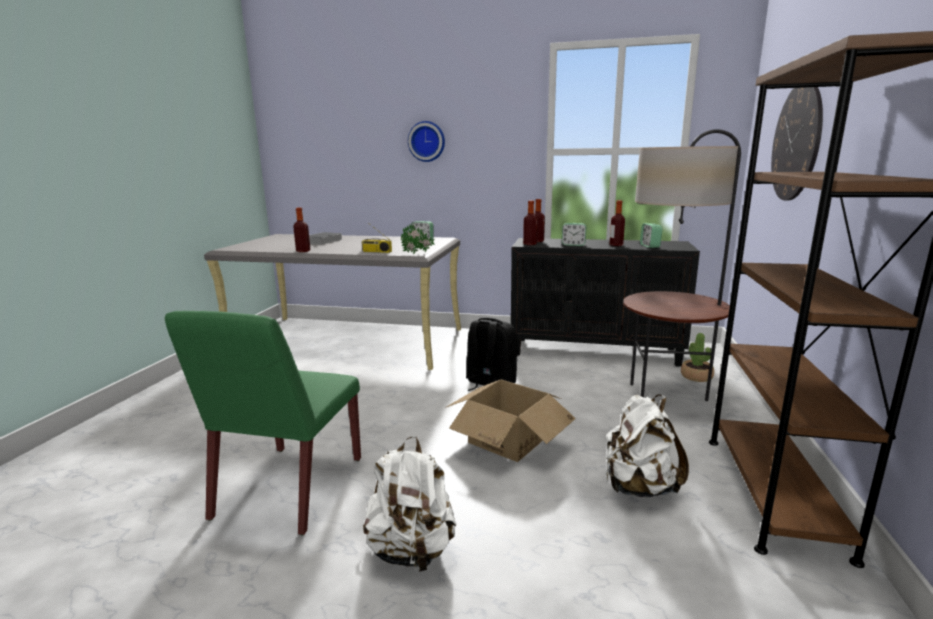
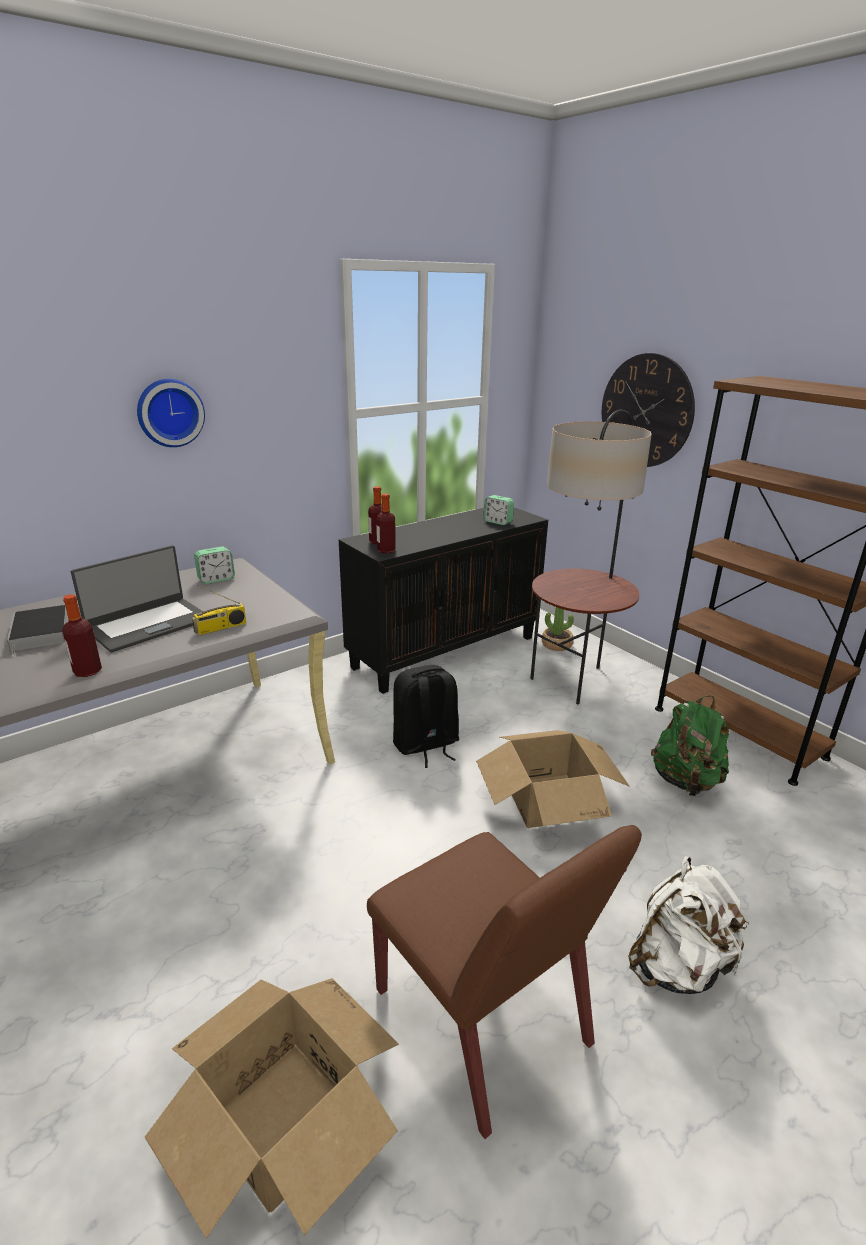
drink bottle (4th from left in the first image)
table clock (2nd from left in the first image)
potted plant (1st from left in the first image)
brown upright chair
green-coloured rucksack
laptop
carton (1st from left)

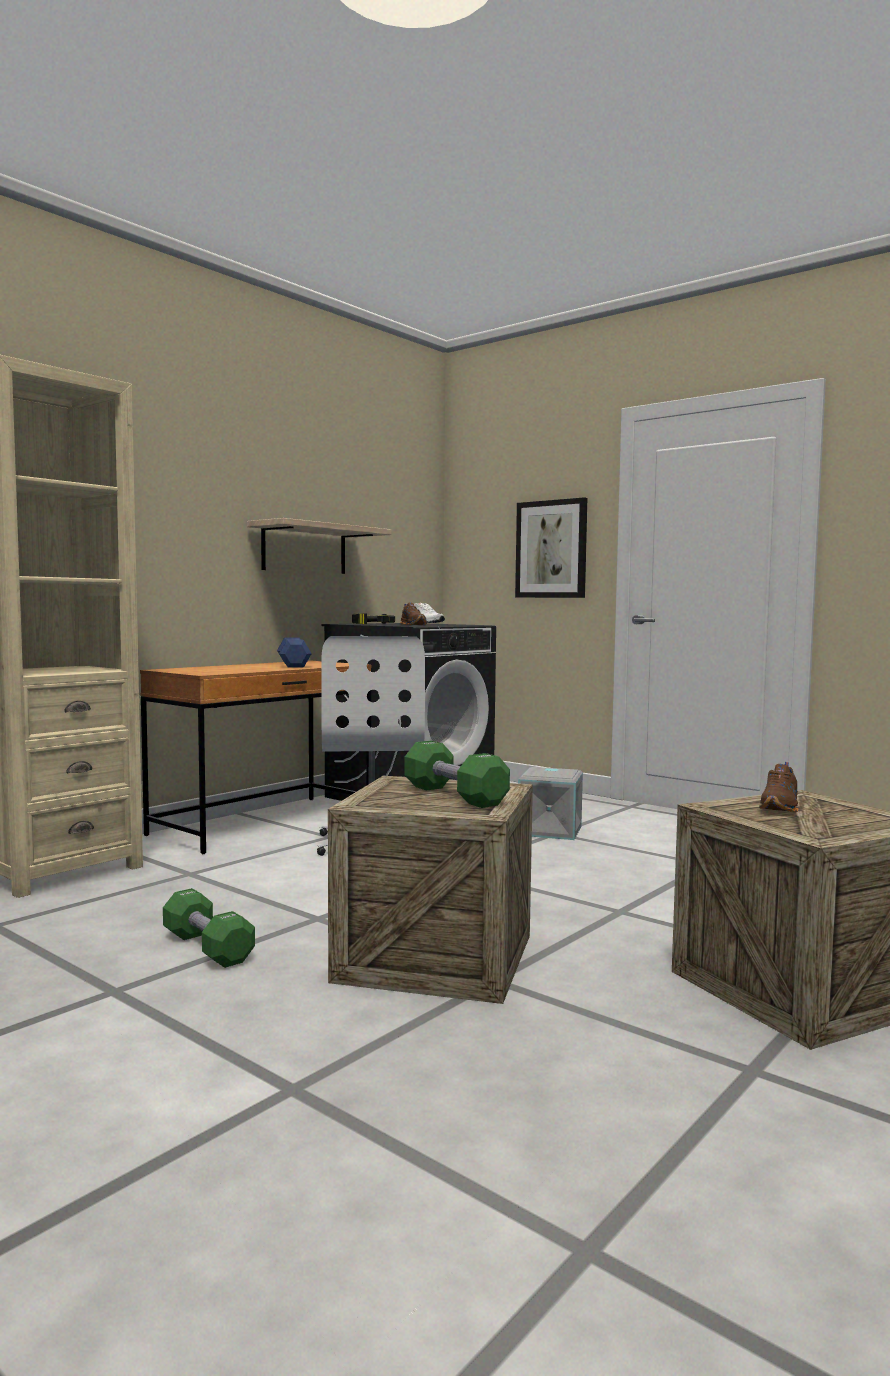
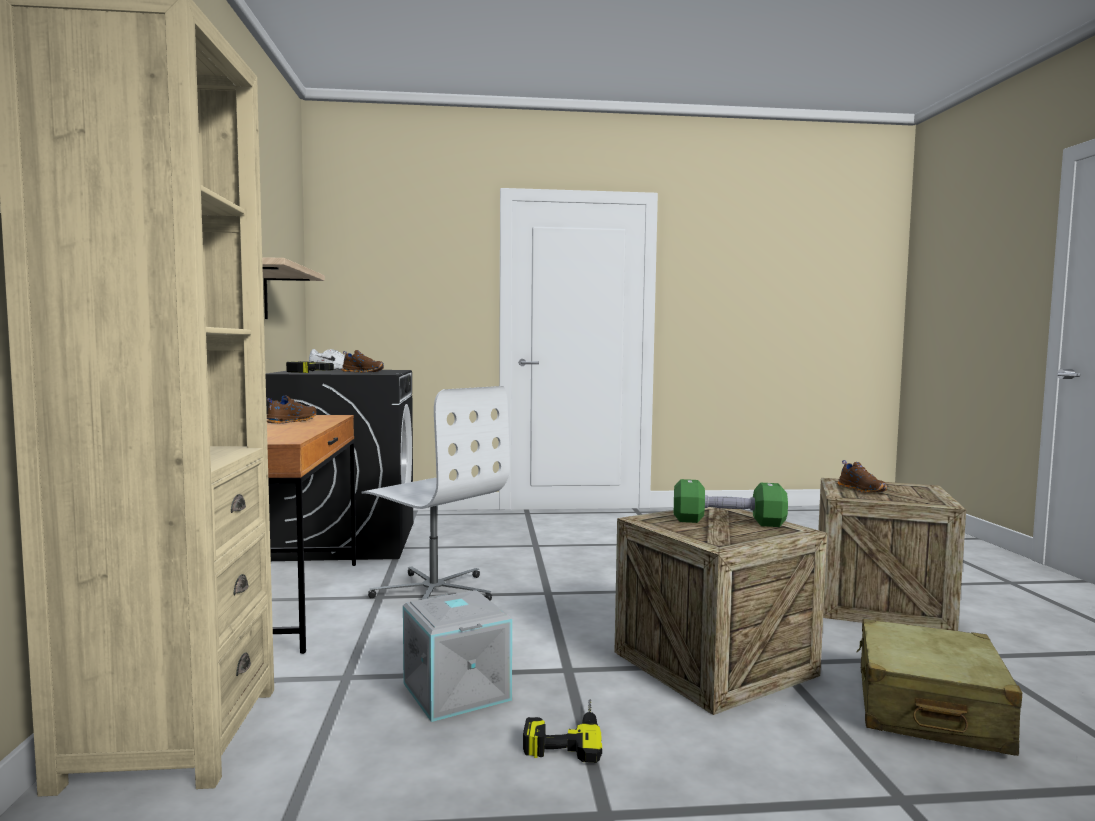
wall picture
brown item of footwear (1st from left)
greyish storage bin
drill (2nd from left)
sand-coloured piece of luggage

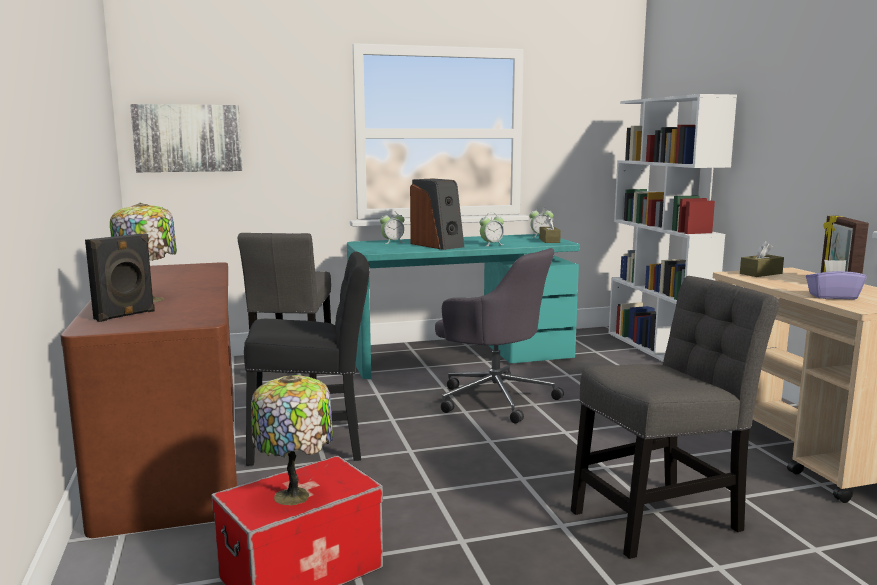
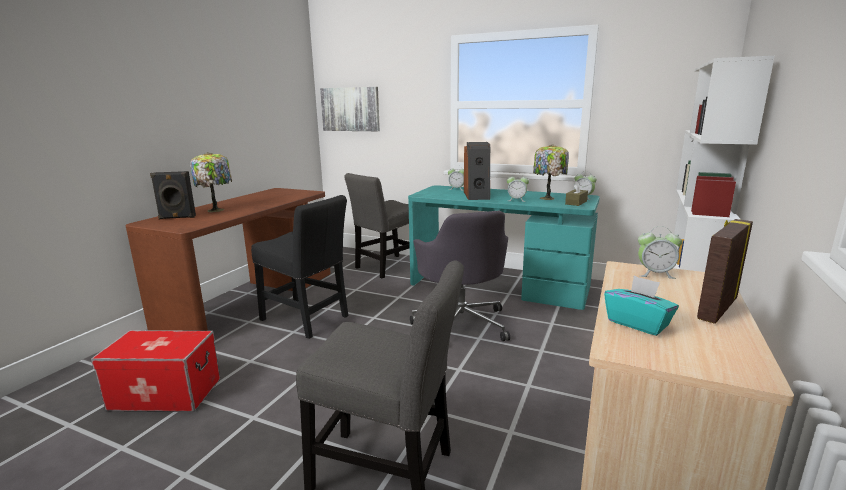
table clock (4th from left)
blue-green tissue box
lamp for a table (2nd from left)

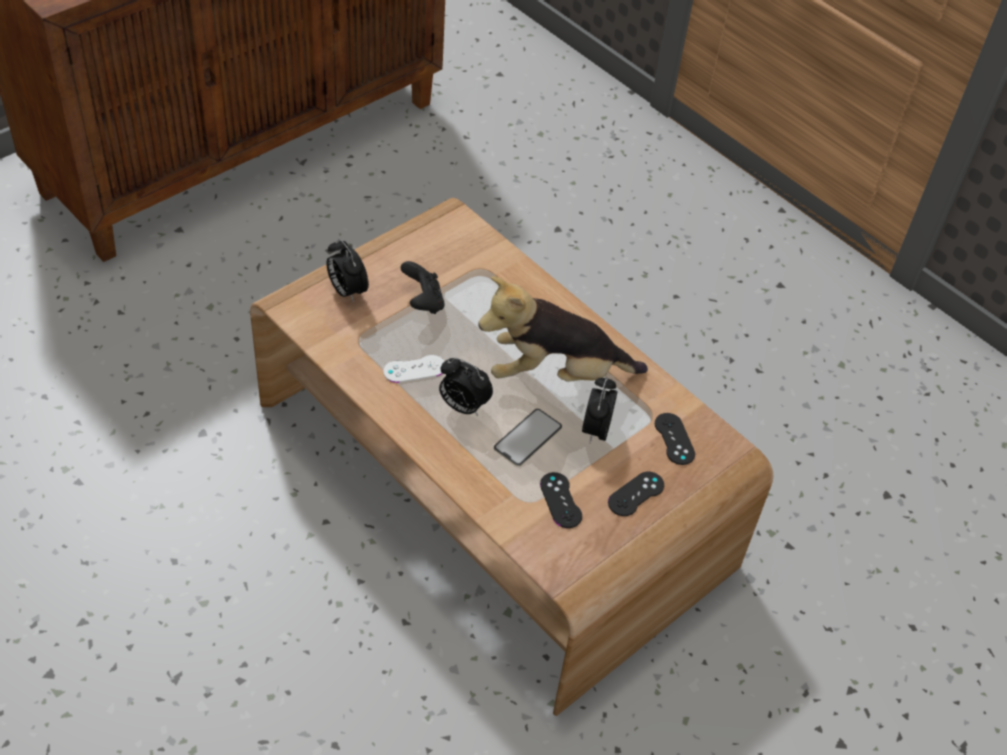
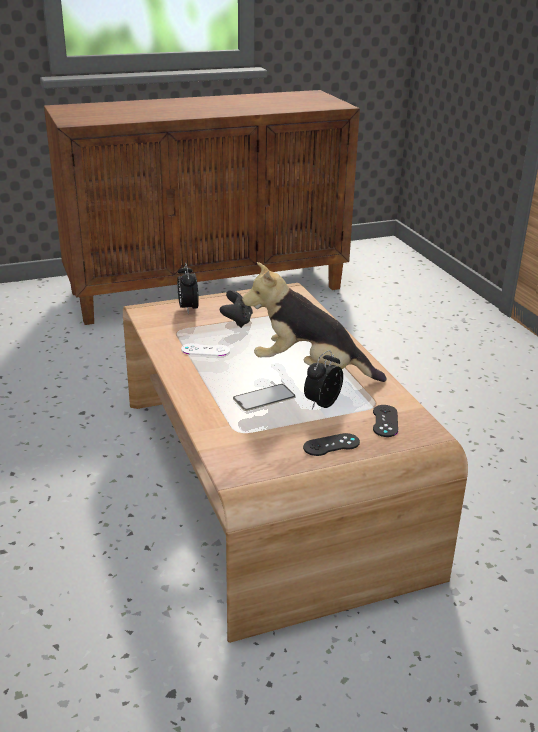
table clock (2nd from left in the first image)
black-coloured game controller (2nd from left in the first image)

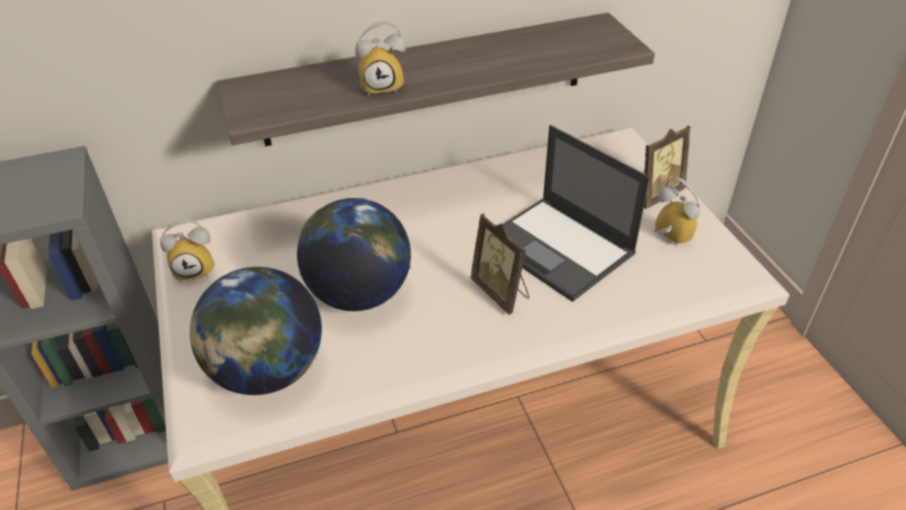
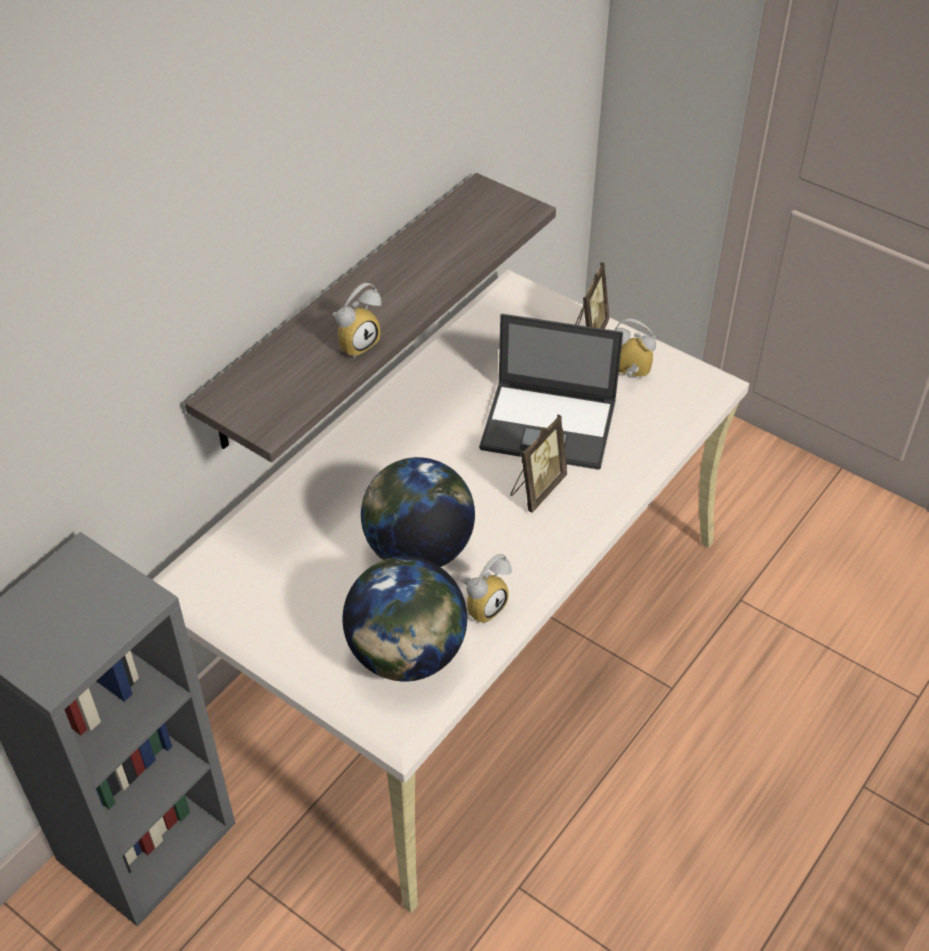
standing frame (1st from left)
table clock (2nd from left)

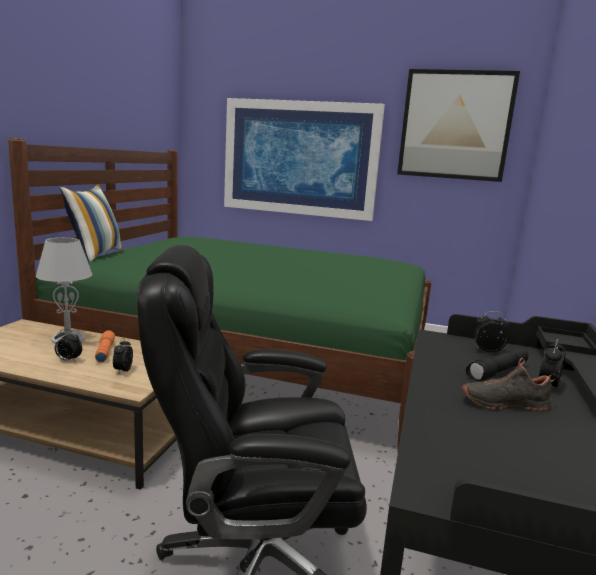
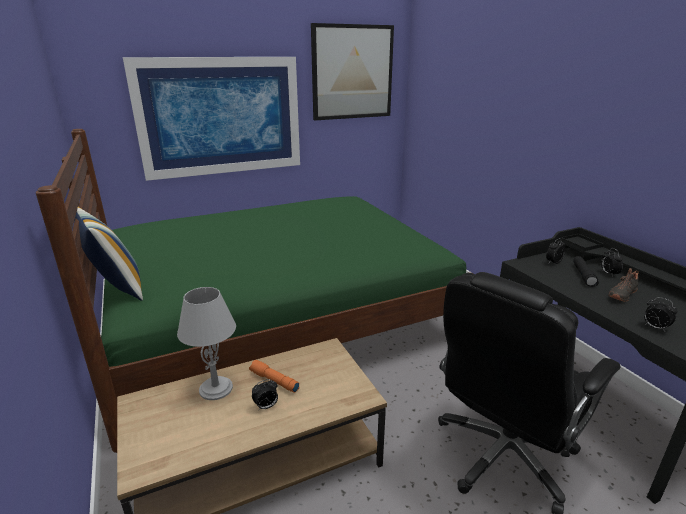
table clock (4th from left)

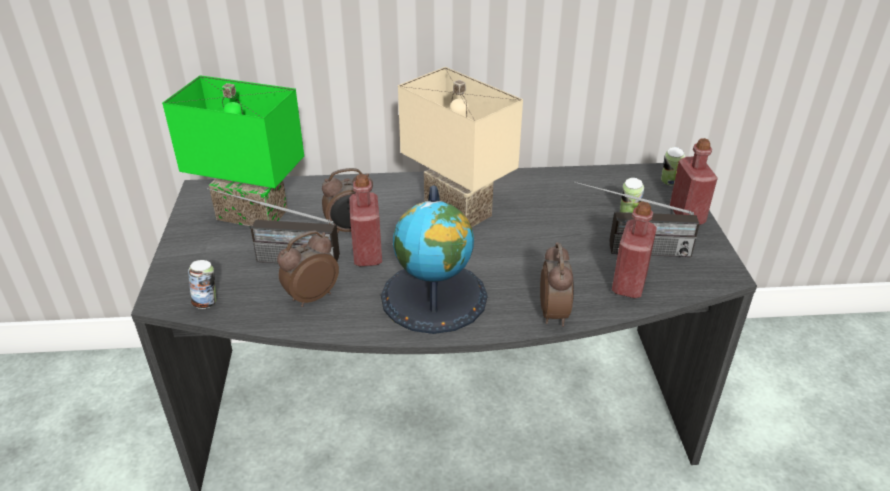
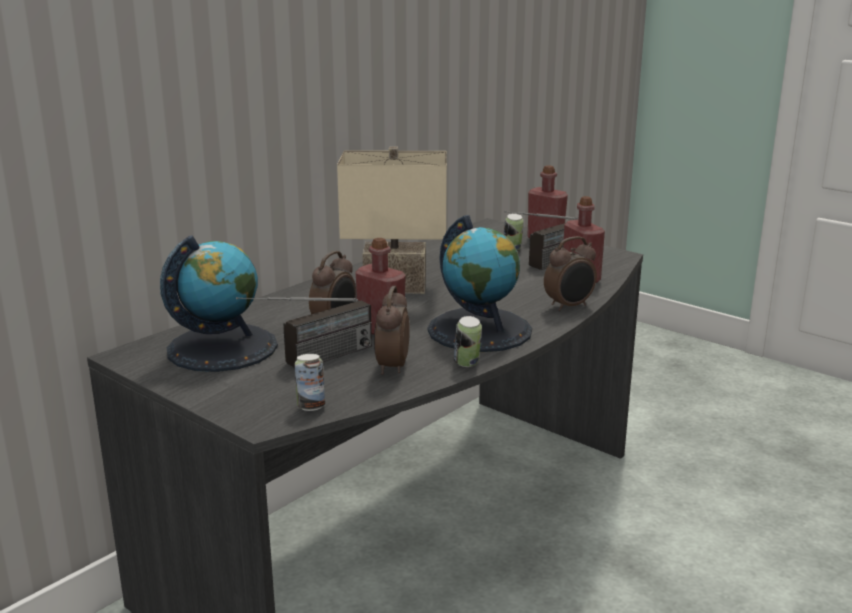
world globe (1st from left)
can (2nd from left)
table clock (3rd from left)

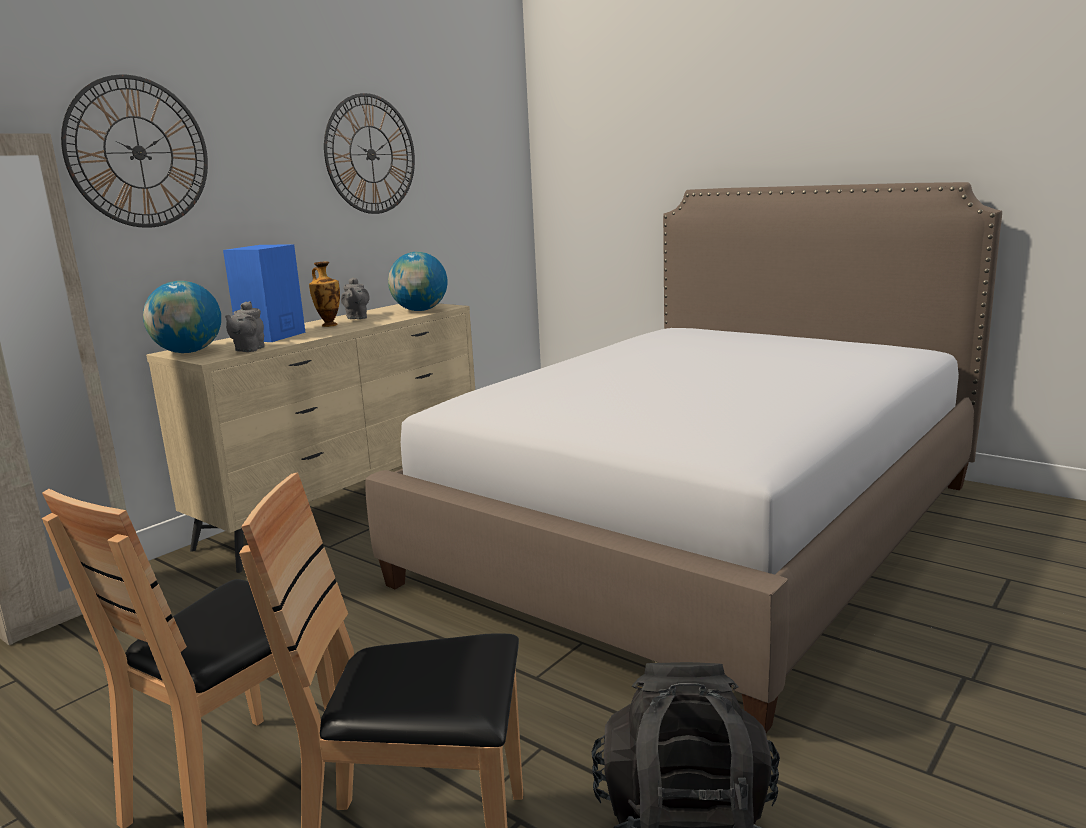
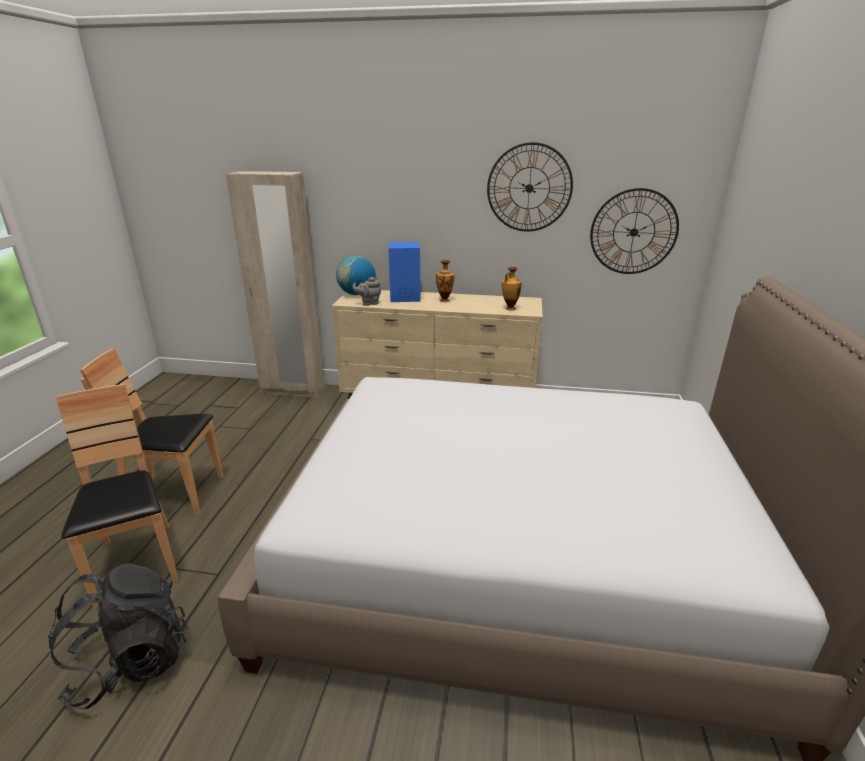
wall clock (2nd from left)
decorative vase (2nd from left)
greyish pot for tea (2nd from left in the first image)

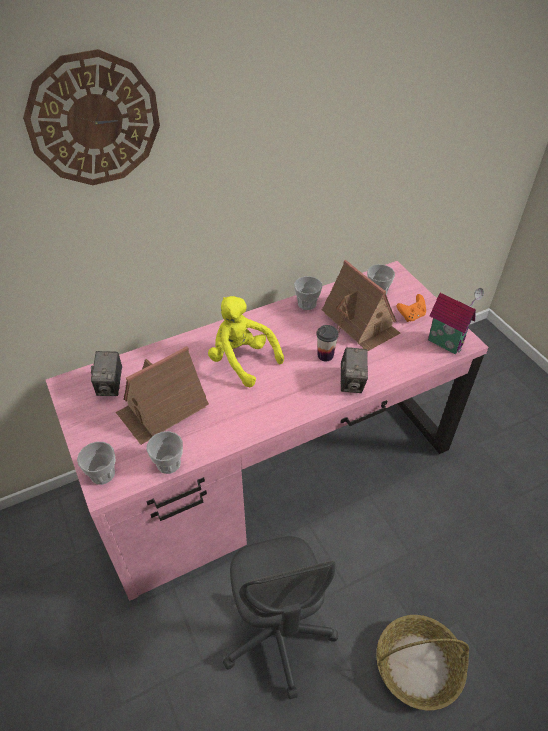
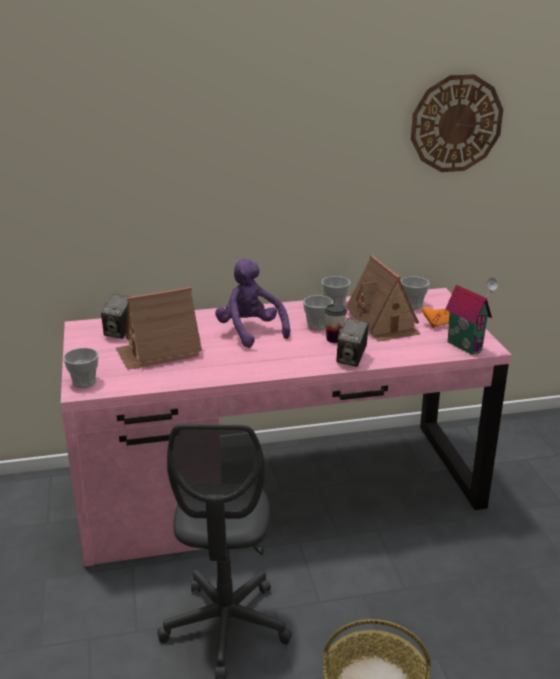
wall clock
purple soft toy
small cup (2nd from left)

